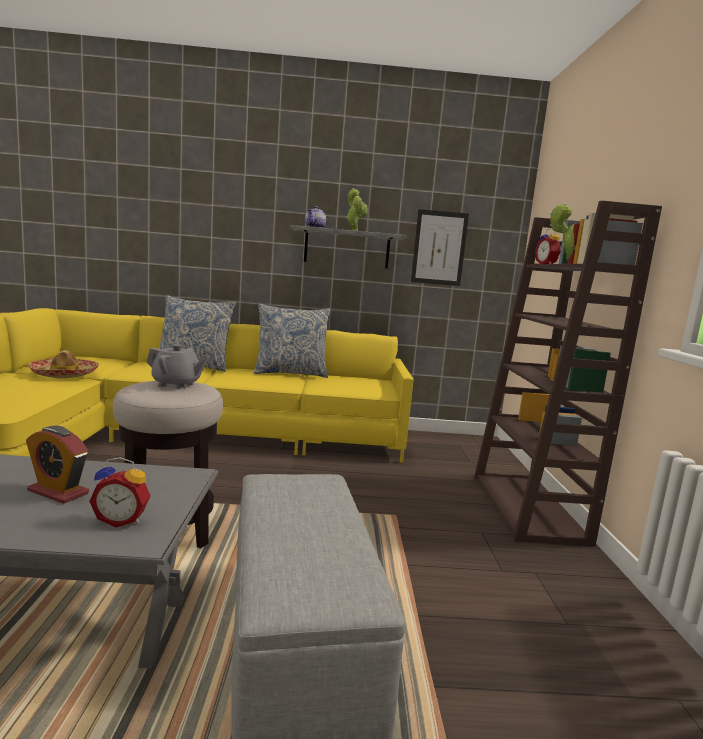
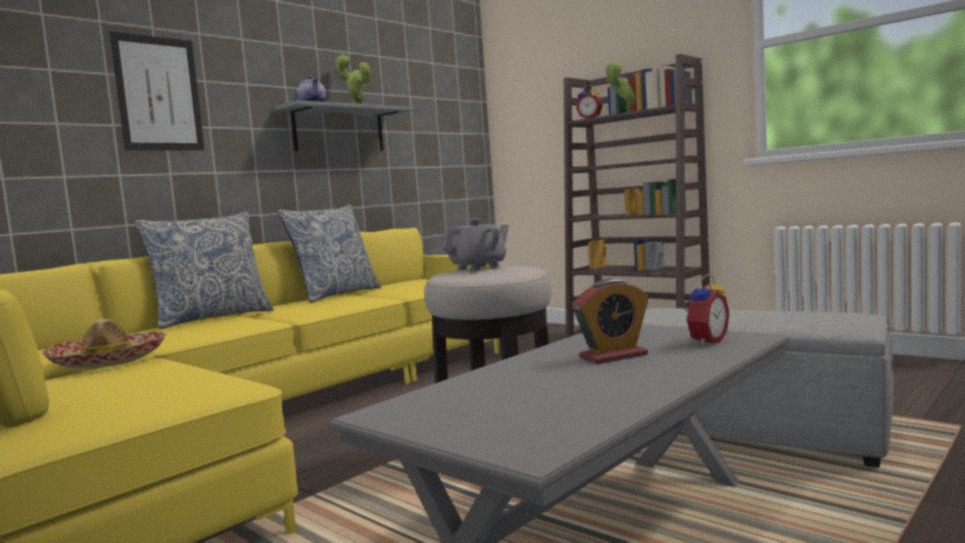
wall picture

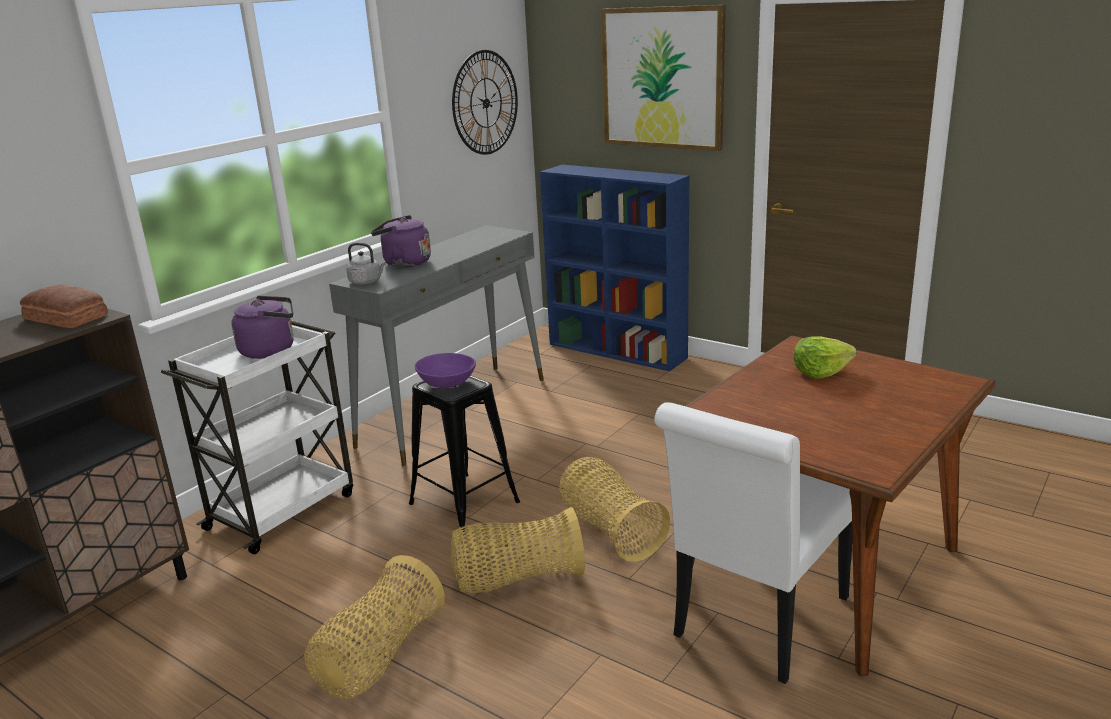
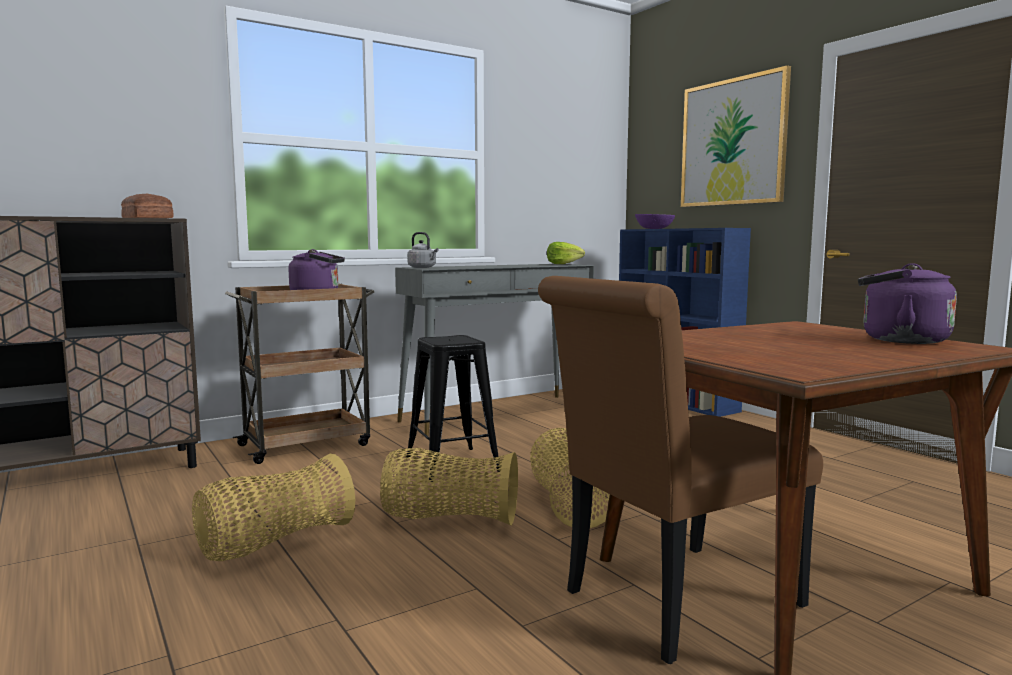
wall clock
purple water kettle (2nd from left)
brown wheeled cart
lettuce
purple deep dish
brown upright chair

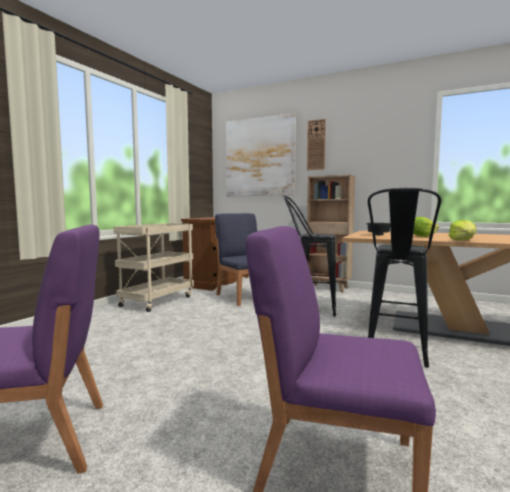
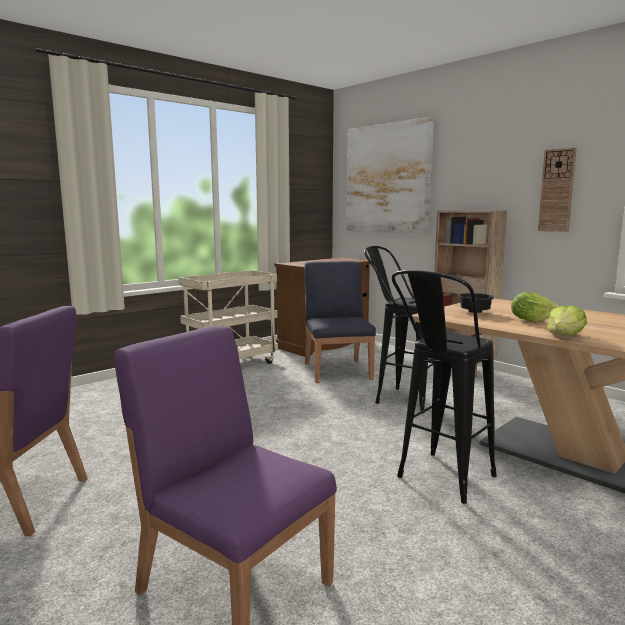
wall clock

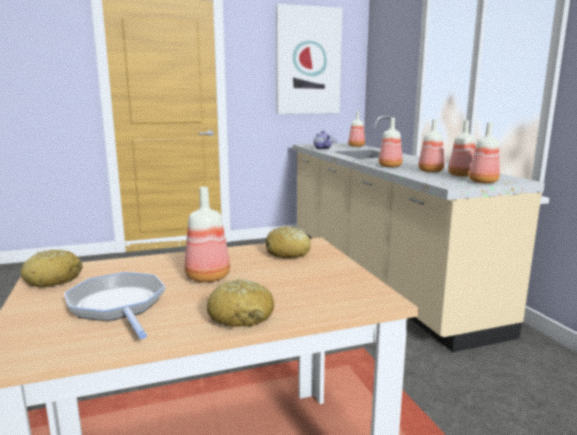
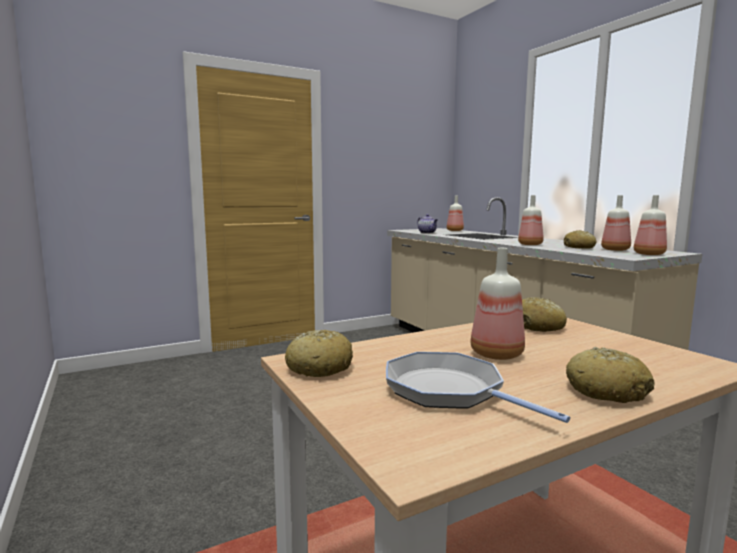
wall picture
baked bread (3rd from left)

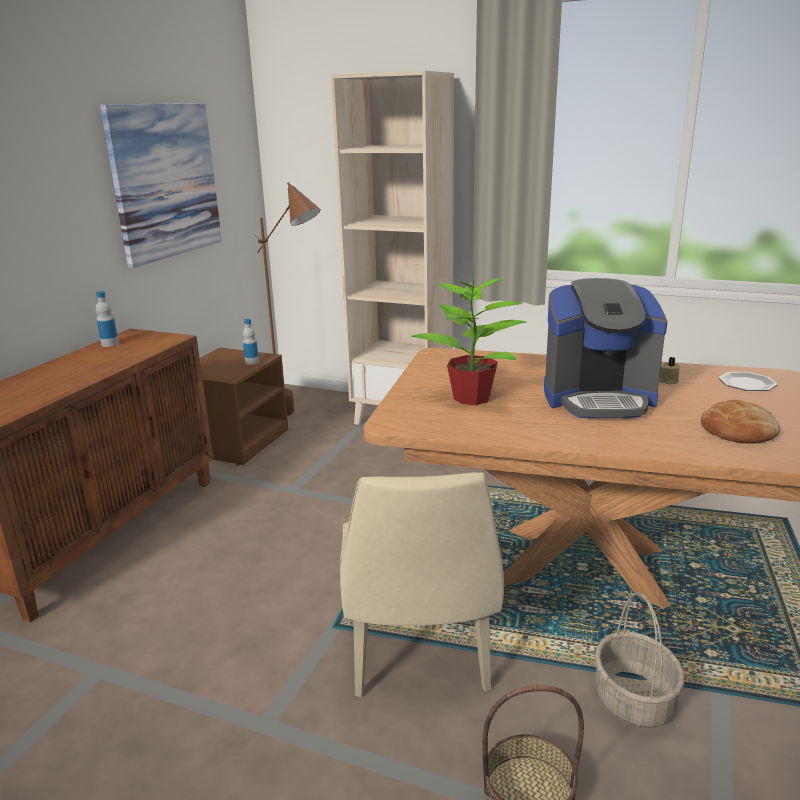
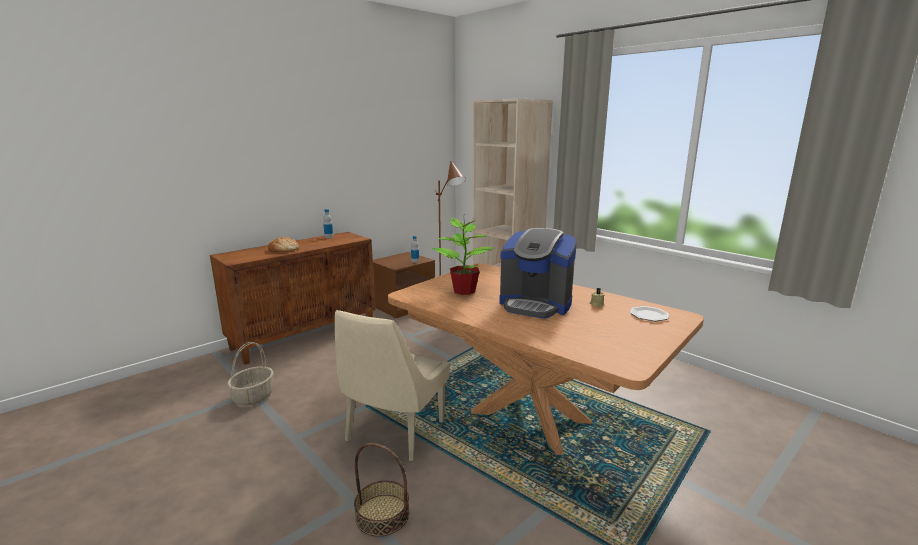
wall picture
baked bread
storage basket (1st from left)

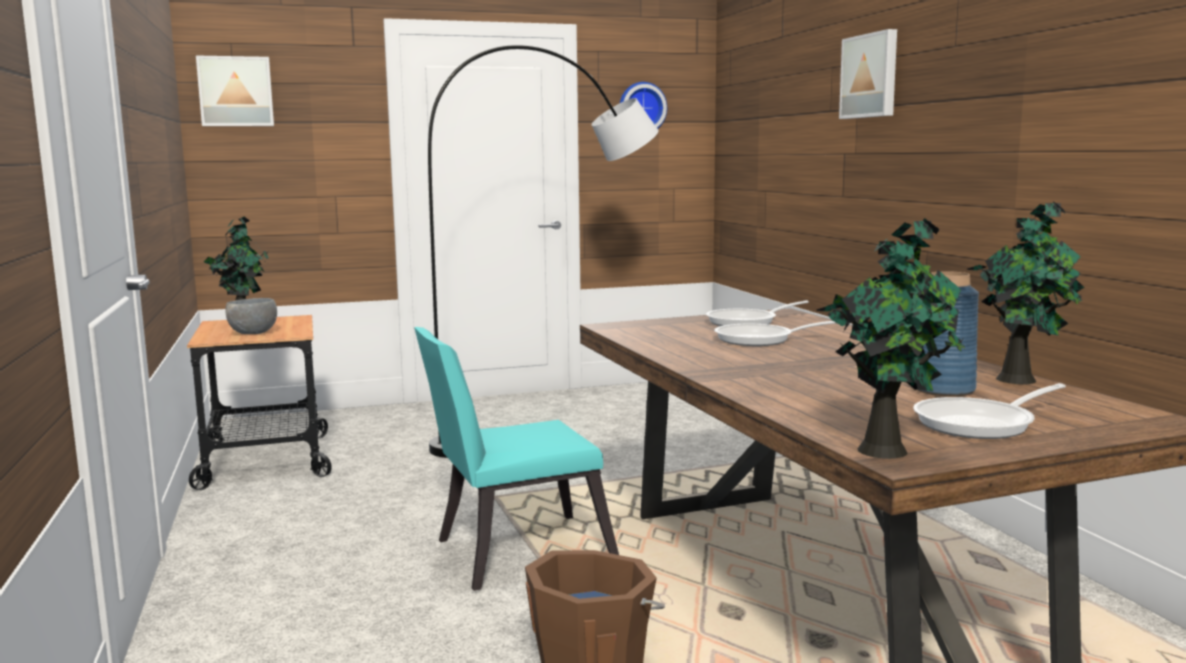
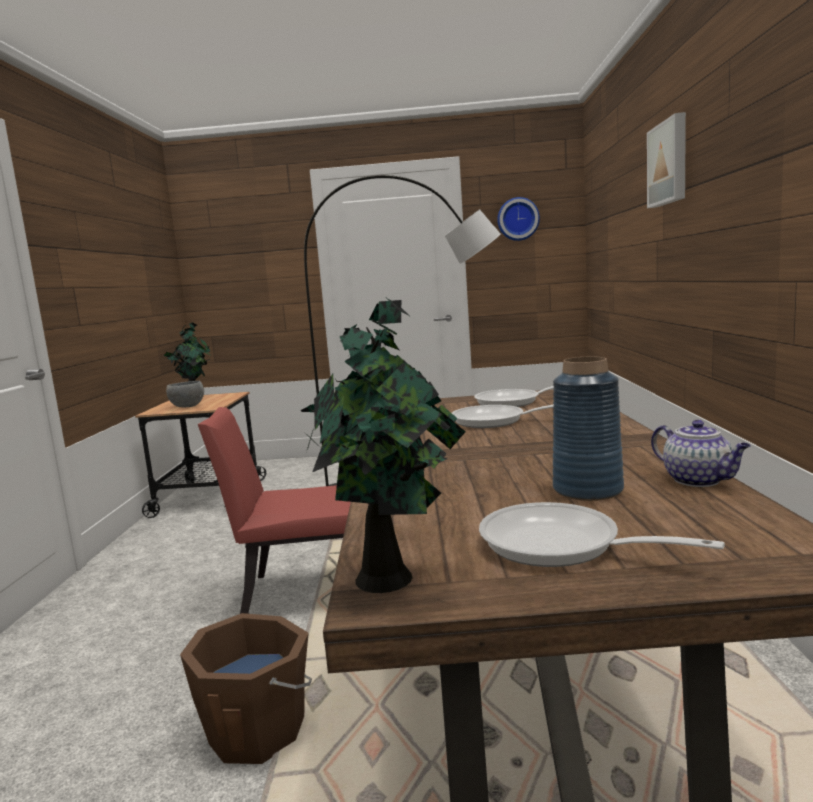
wall picture (1st from left in the first image)
pot for tea
red-coloured upright chair
pan (3rd from left)

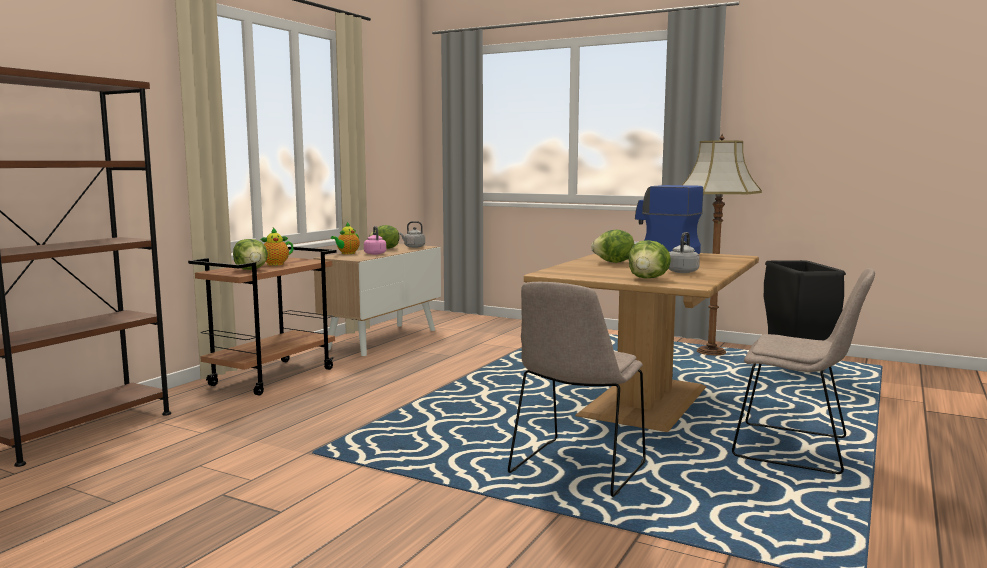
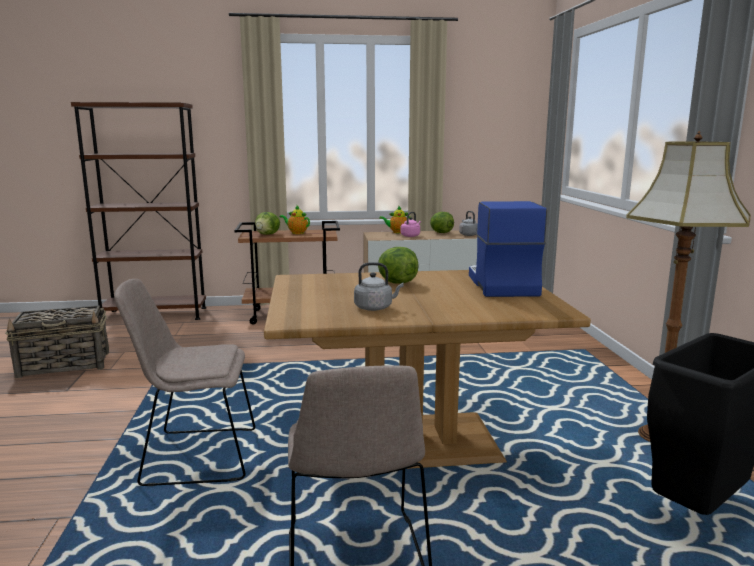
lettuce (4th from left in the first image)
storage basket

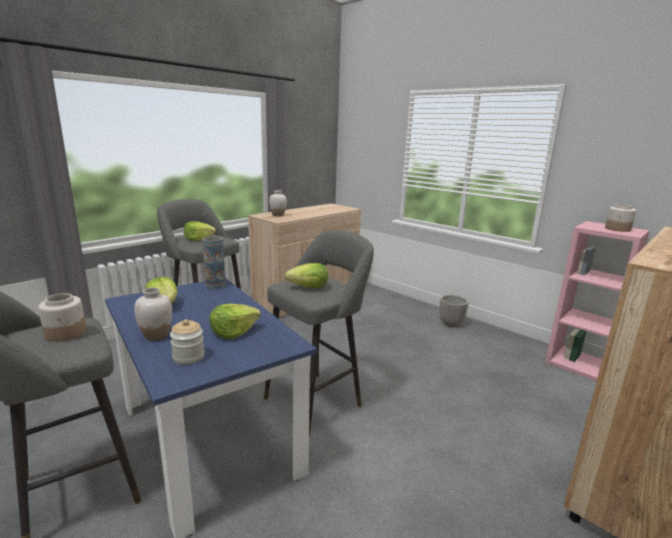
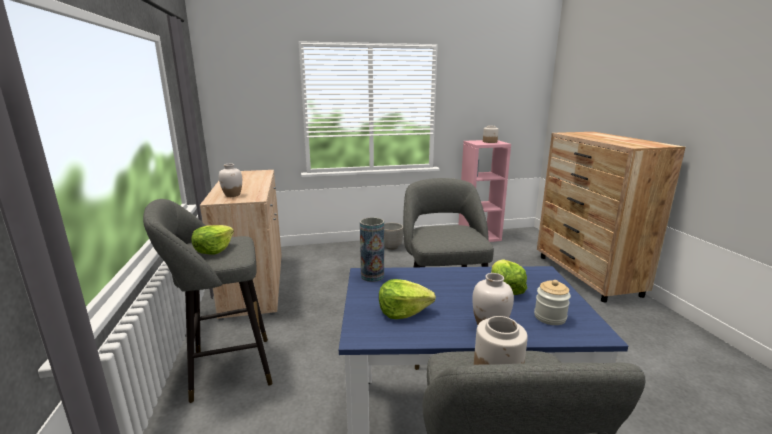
lettuce (4th from left in the first image)

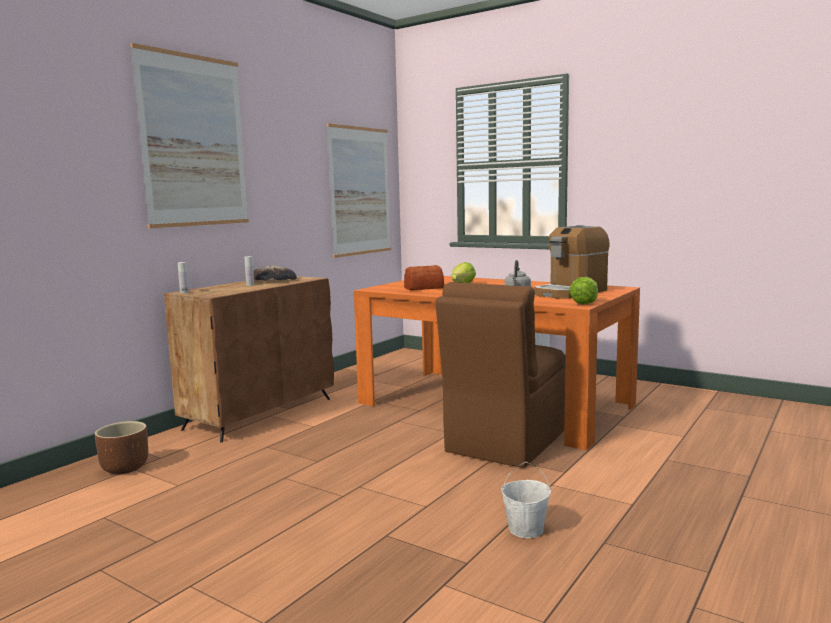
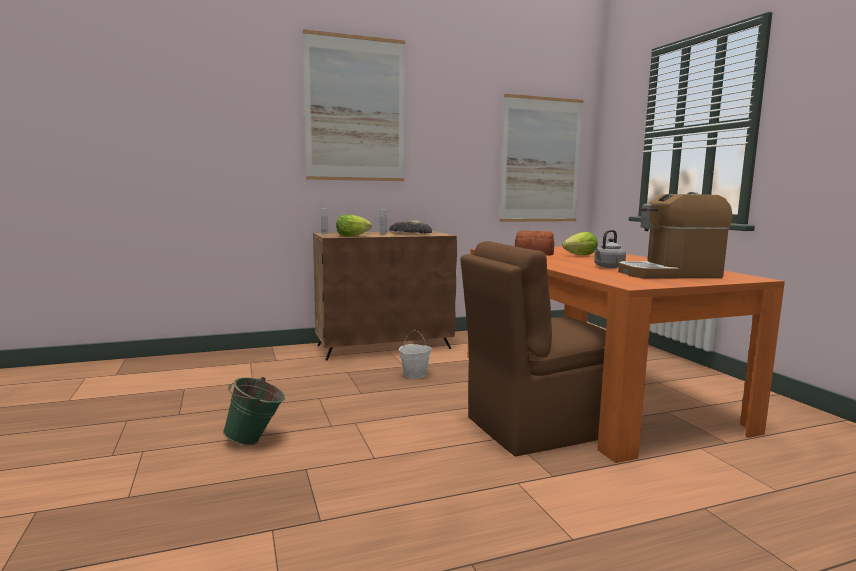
lettuce (1st from left)
brown planter
whitish bucket
green-coloured bucket

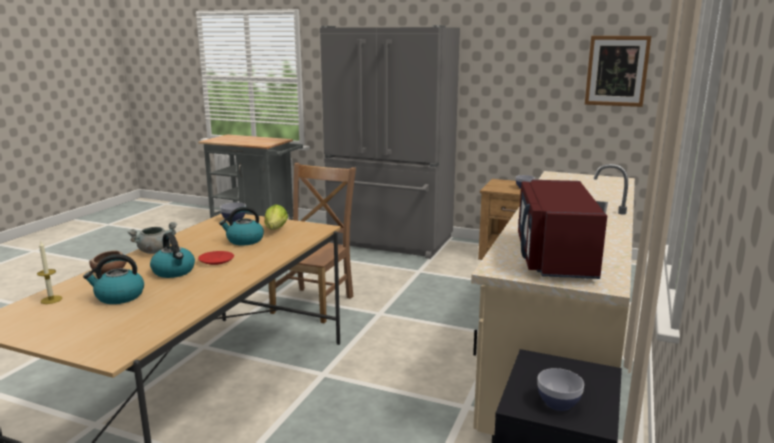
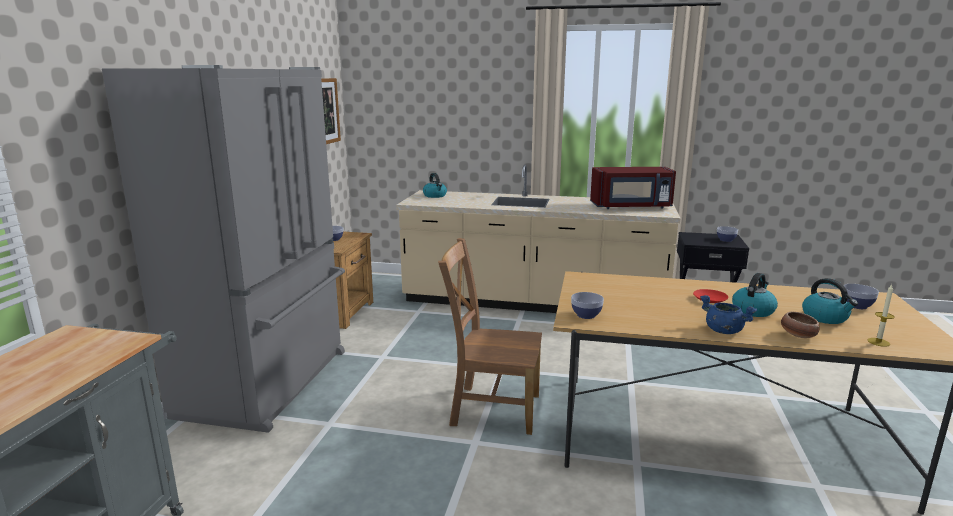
lettuce
water kettle (1st from left)
blue stockpot
deep dish (5th from left)

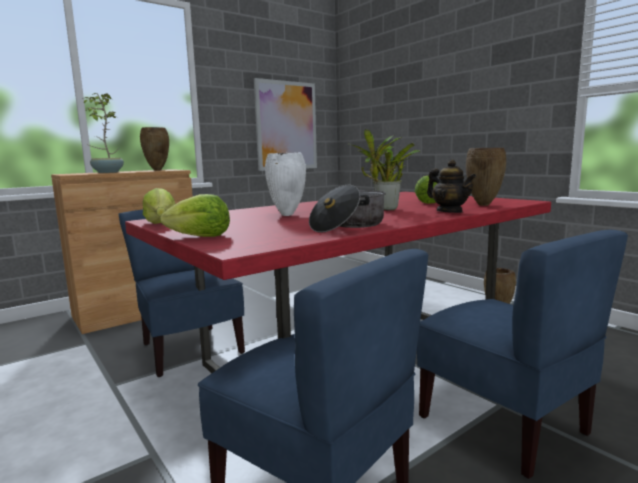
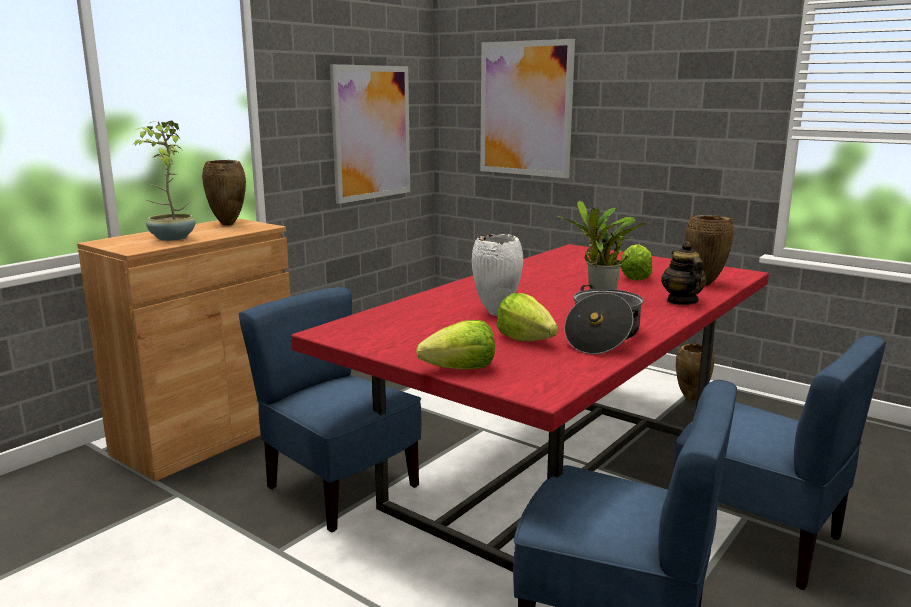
pot for tea
lettuce (2nd from left)
wall picture (2nd from left)

